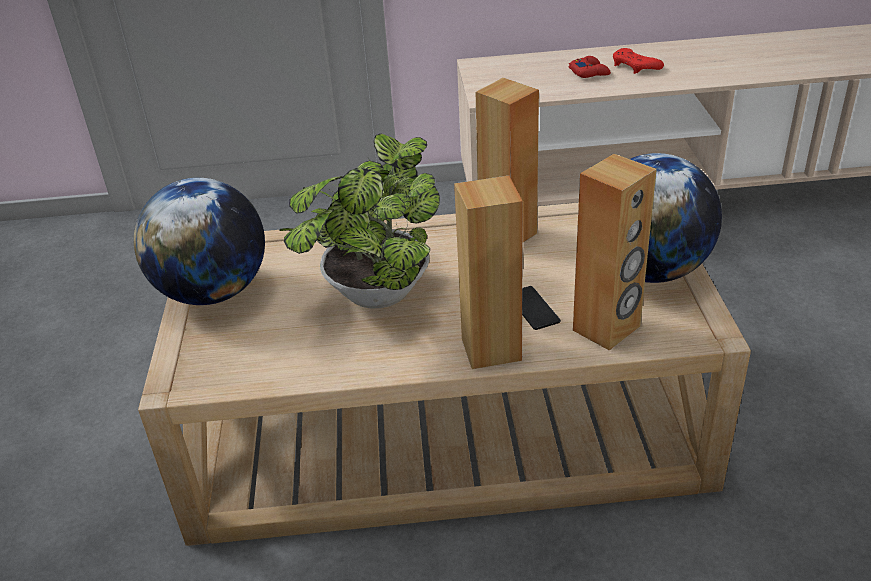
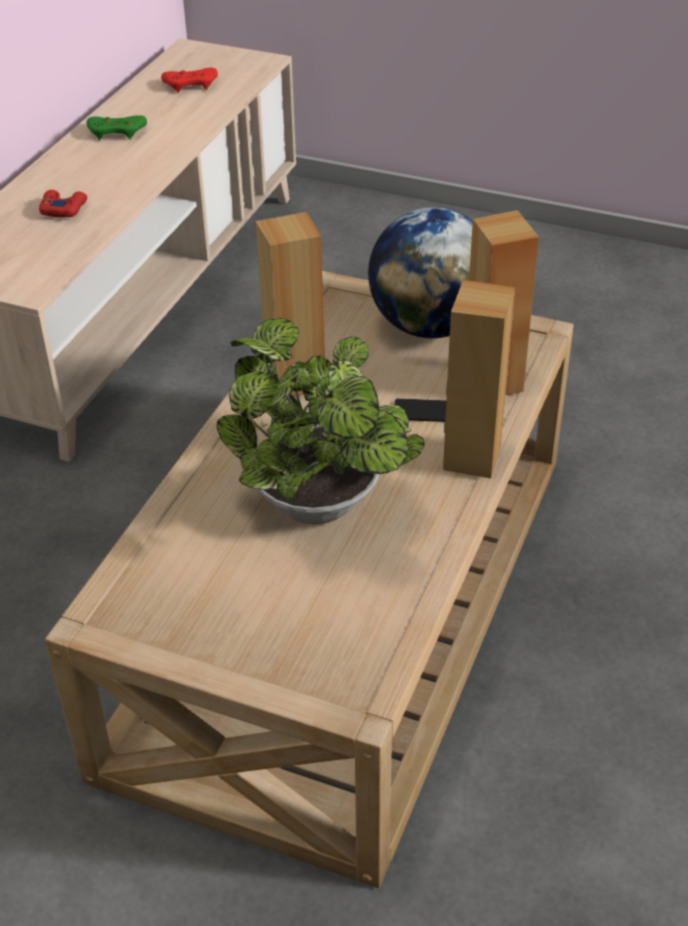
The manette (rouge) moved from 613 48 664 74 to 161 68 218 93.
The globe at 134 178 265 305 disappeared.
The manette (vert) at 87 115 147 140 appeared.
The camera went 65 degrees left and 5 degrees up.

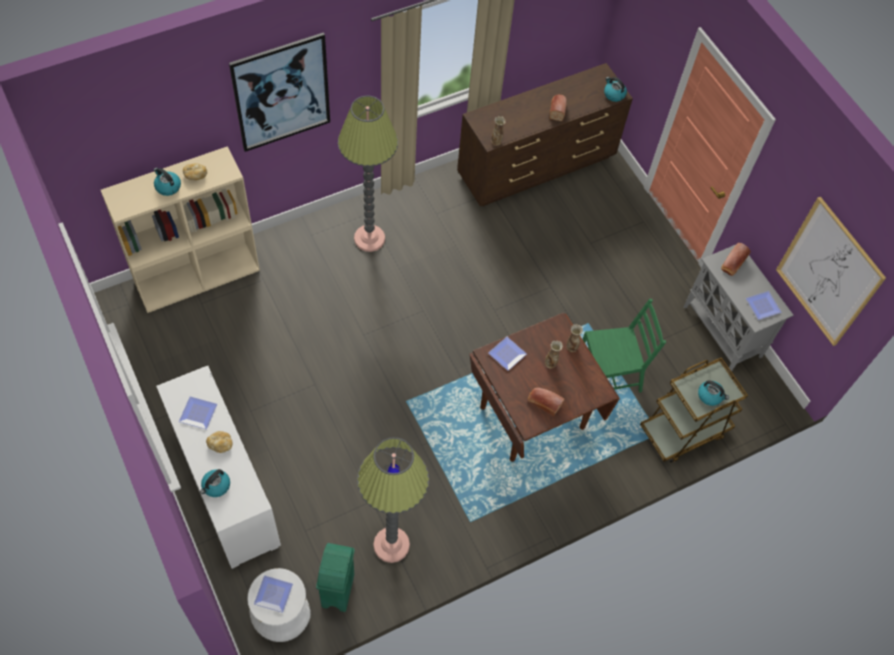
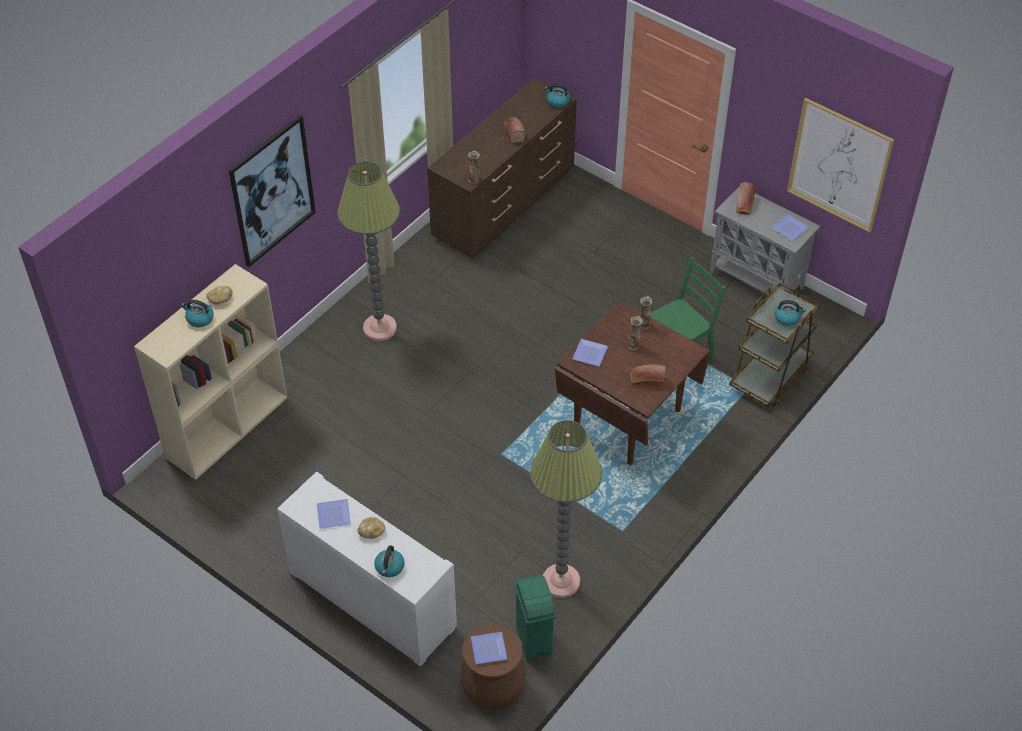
The tabouret (blanc) at 247 568 311 642 became the tabouret (marron) at 461 623 525 710.
The camera went 20 degrees left and 10 degrees down.

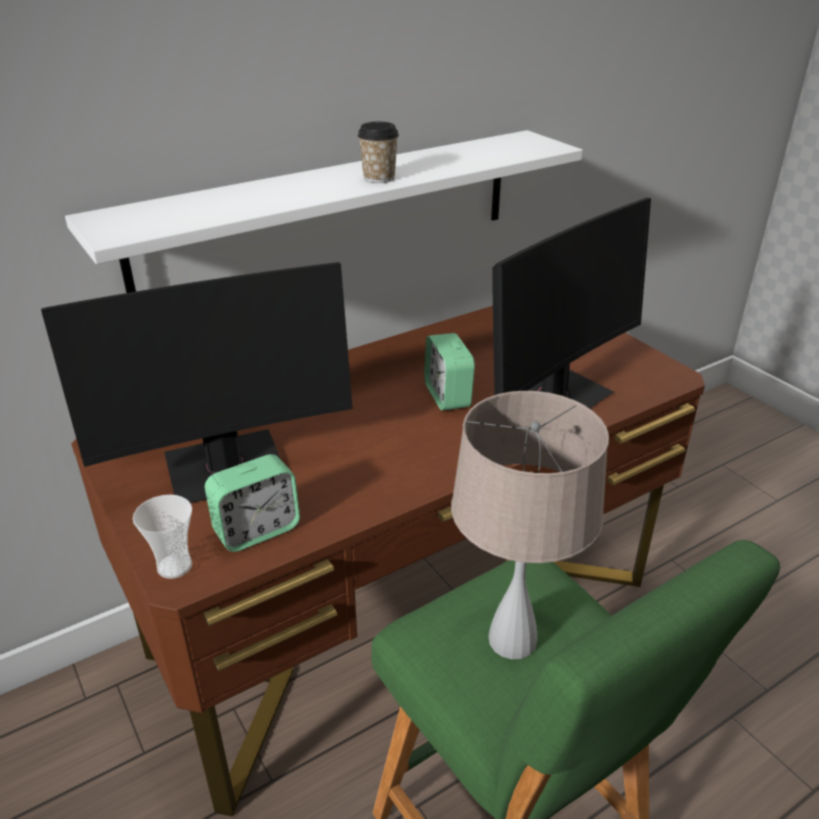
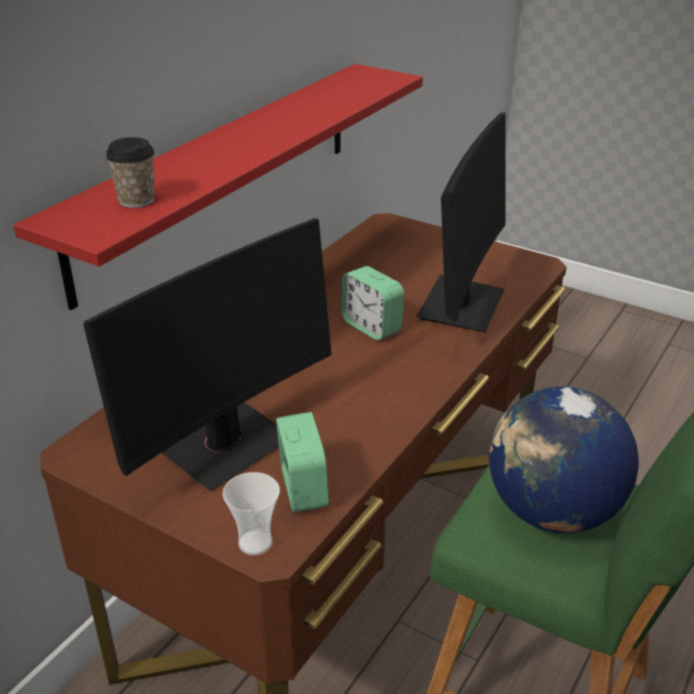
The tasse moved from 358 122 399 183 to 106 137 155 208.
The étagère (blanc) at 65 130 583 293 became the étagère (rouge) at 13 64 423 310.
The lampe de table (beige) at 451 391 609 659 was replaced by the globe at 489 387 639 533.
The réveil at 205 454 300 552 turned 45 degrees counterclockwise.
The camera went 25 degrees left and 0 degrees up.

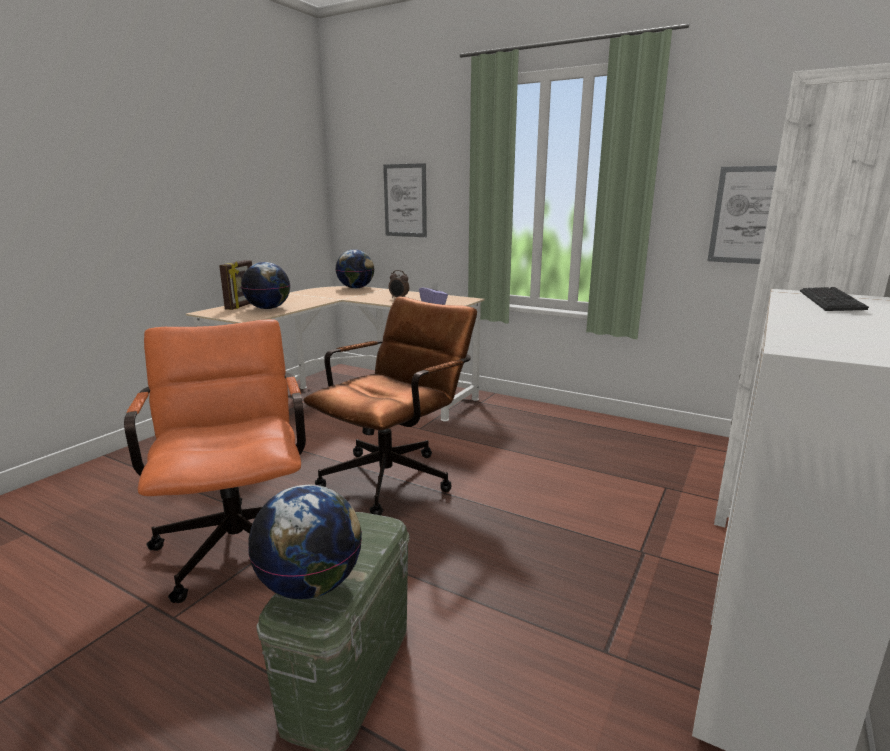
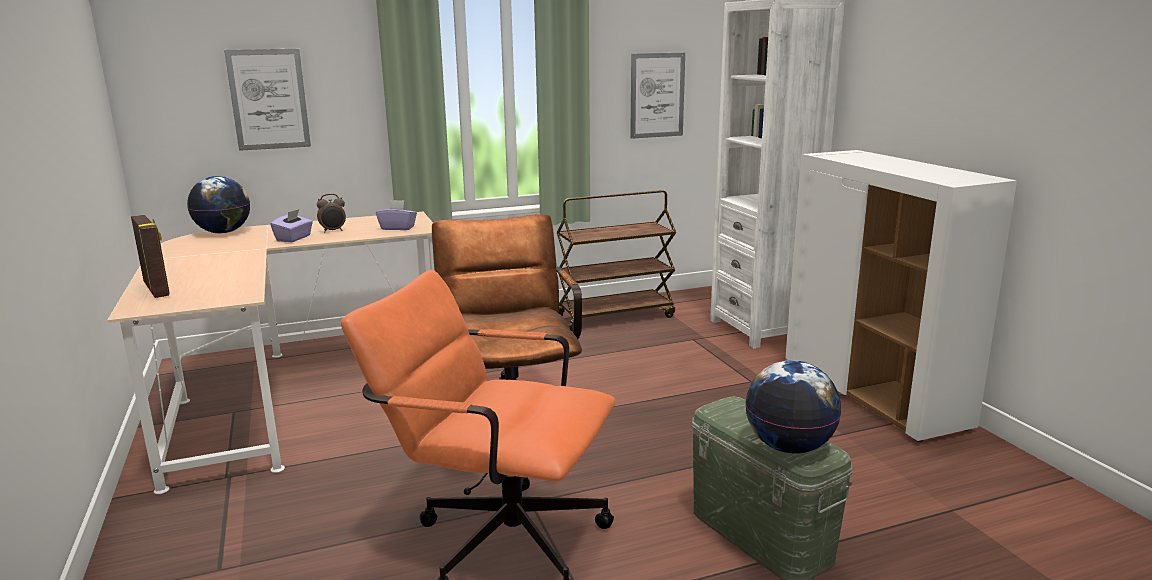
The globe at 241 262 290 309 disappeared.
The clavier at 800 287 869 311 disappeared.
The chariot (marron) at 557 190 676 332 appeared.
The boîte à mouchoirs (violet) at 270 209 313 242 appeared.
The camera went 50 degrees left and 0 degrees up.

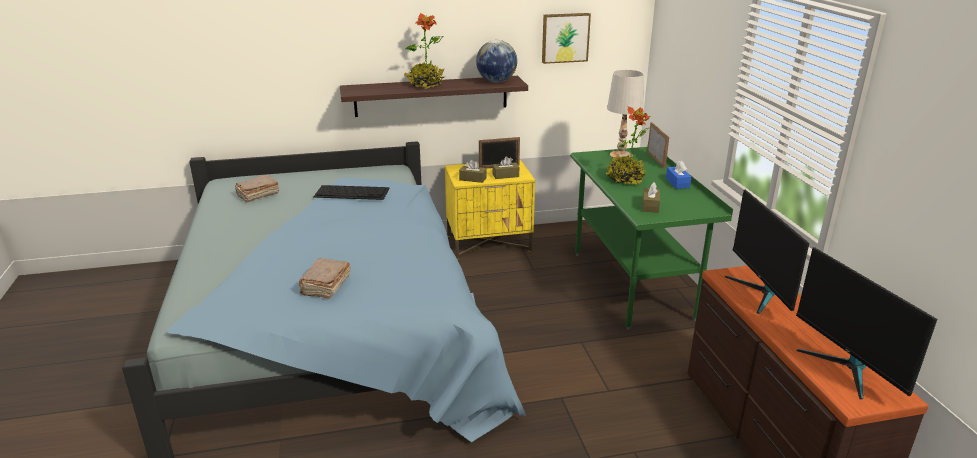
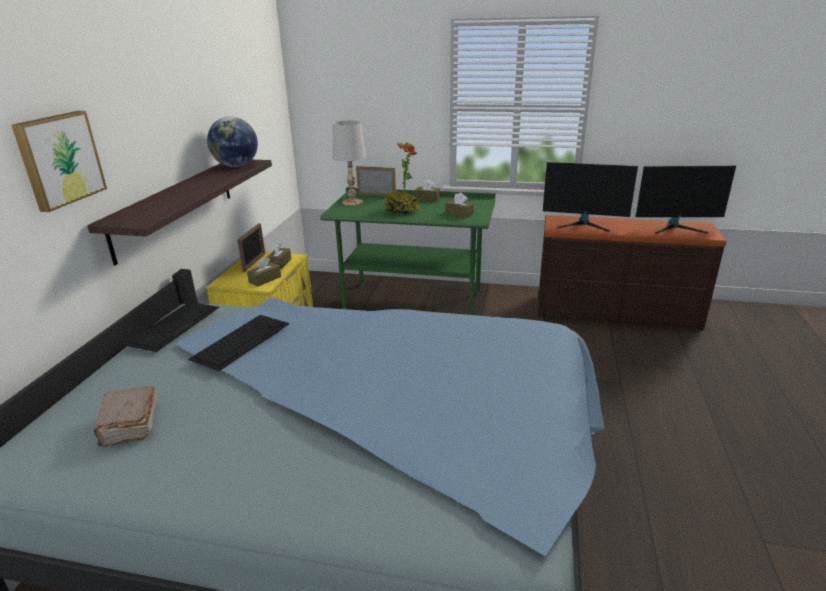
The plante en pot at 404 13 444 89 disappeared.
The tableau moved from 542 13 591 64 to 11 111 107 212.
The boîte à mouchoirs (bleu) at 666 161 691 189 became the boîte à mouchoirs (marron) at 415 179 440 202.
The livre (marron) at 299 258 350 299 disappeared.
The clavier at 124 302 219 352 appeared.
The camera went 65 degrees left and 0 degrees up.

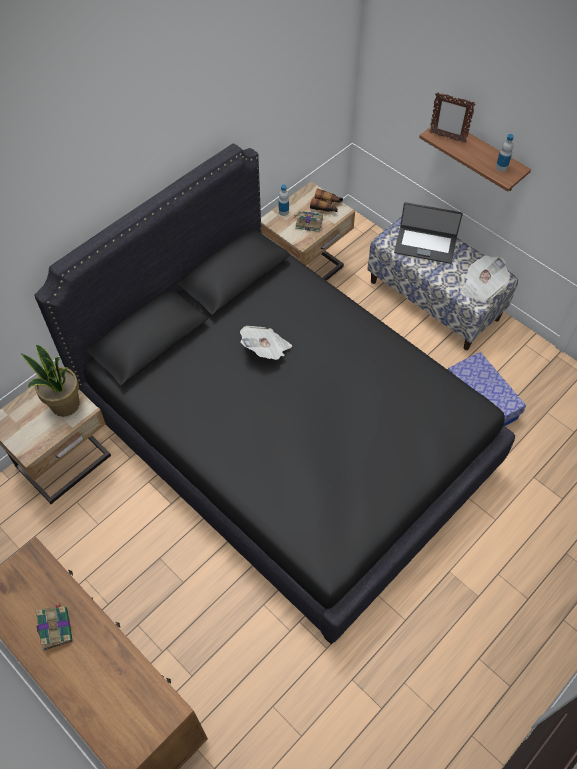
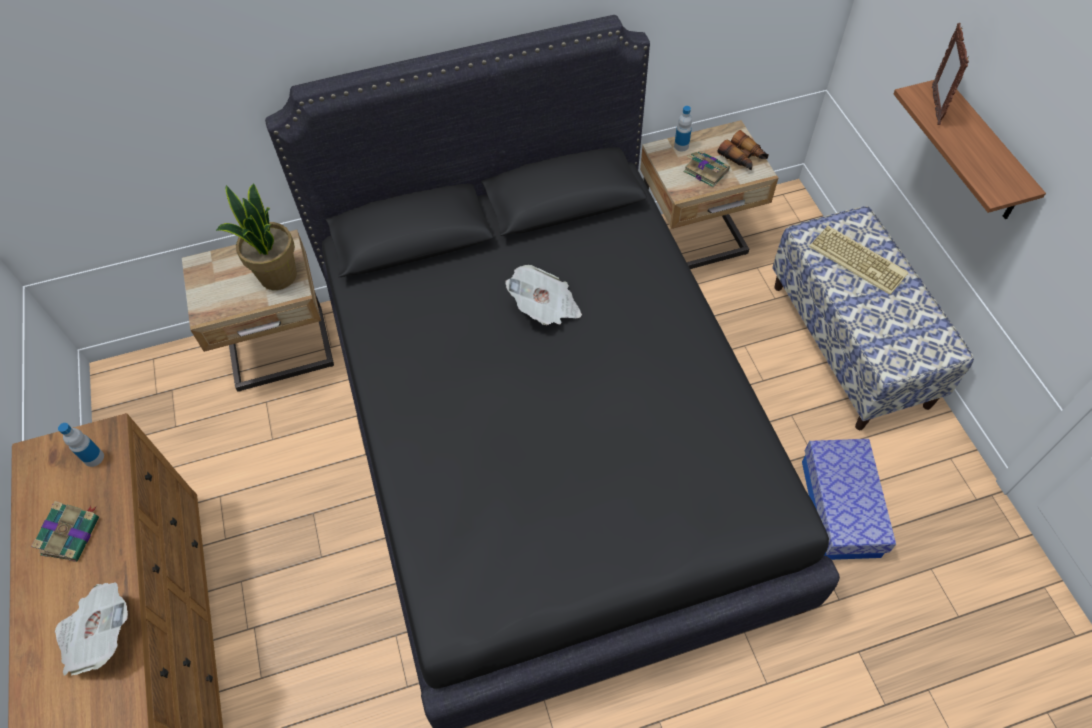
The cadre photo at 430 92 476 143 turned 45 degrees clockwise.
The bouteille moved from 496 134 514 172 to 58 423 104 467.
The ordinateur portable at 394 202 463 264 was replaced by the clavier at 809 226 909 295.
The journal moved from 460 255 510 303 to 55 582 128 676.
The camera went 30 degrees right and 0 degrees up.

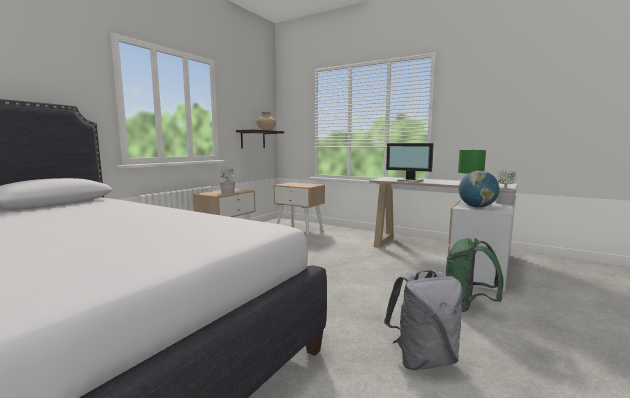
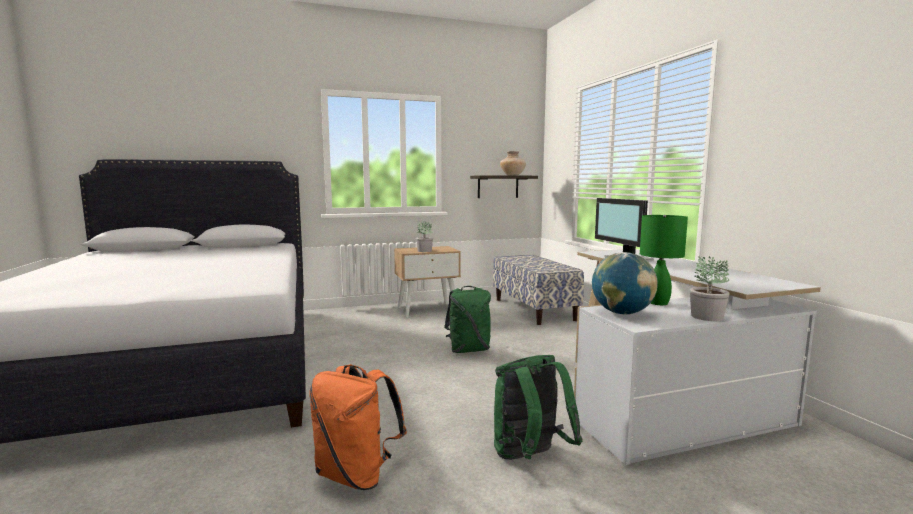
The table de chevet (beige) at 273 182 325 235 was replaced by the banc at 493 255 584 325.
The sac à dos (gris) at 384 270 463 370 became the sac à dos (orange) at 309 364 407 490.
The sac à dos (vert) at 444 286 491 353 appeared.
The camera went 40 degrees right and 0 degrees up.

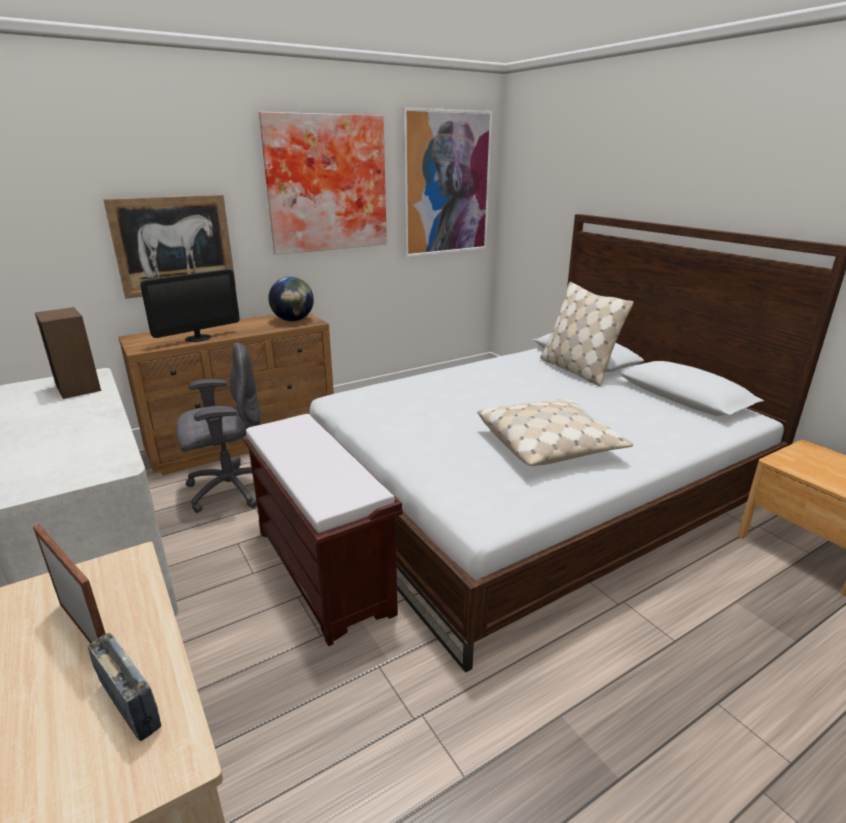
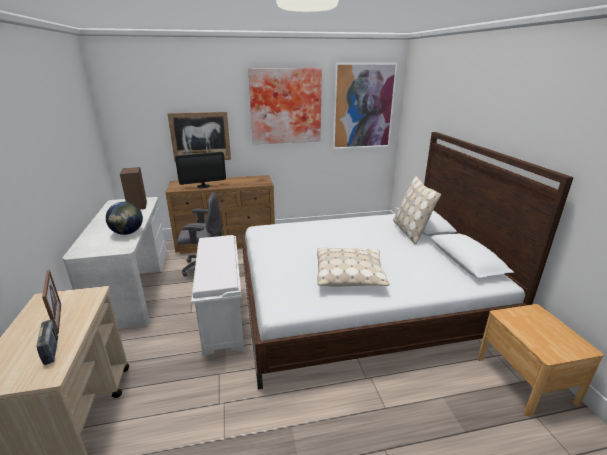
The globe moved from 269 277 314 321 to 106 202 143 235.
The banc (marron) at 242 414 403 646 became the banc (blanc) at 191 235 244 357.
The camera went 20 degrees right and 0 degrees up.

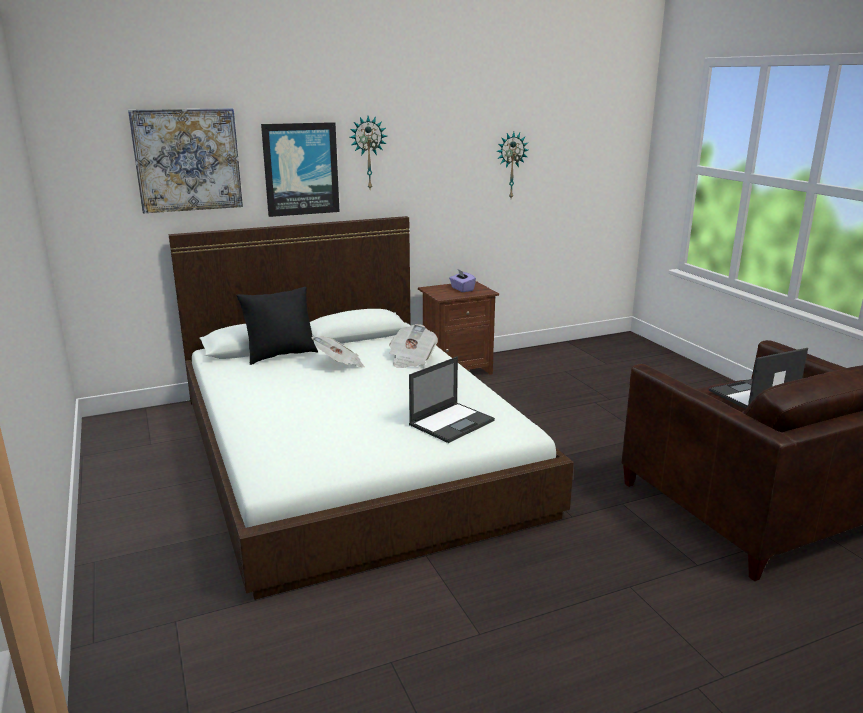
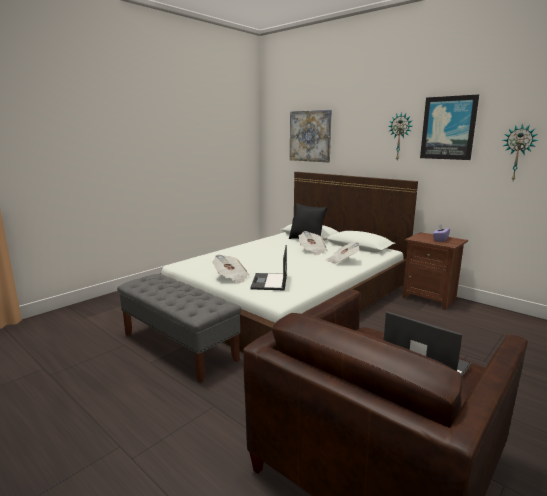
The tableau moved from 261 122 339 217 to 420 94 479 160.
The ordinateur portable at 409 357 495 443 turned 75 degrees clockwise.
The journal at 212 255 249 283 appeared.
The banc (gris) at 117 274 241 383 appeared.
The camera went 65 degrees right and 5 degrees down.

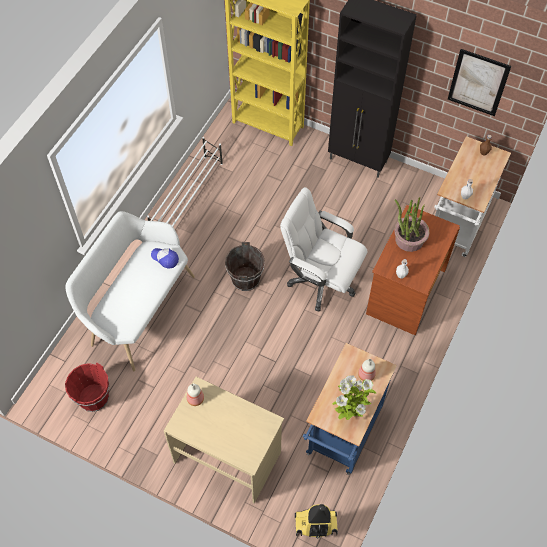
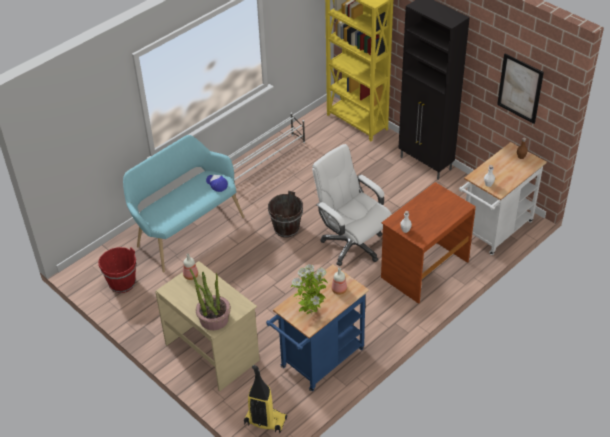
The plante en pot moved from 394 197 429 252 to 190 269 231 330.
The banc (blanc) at 65 211 195 371 became the banc (turquoise) at 123 135 244 272.
The camera went 20 degrees right and 15 degrees down.

